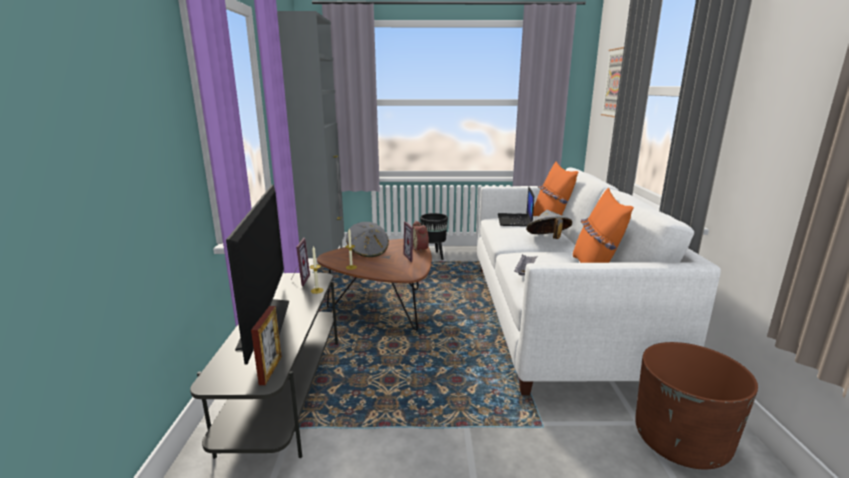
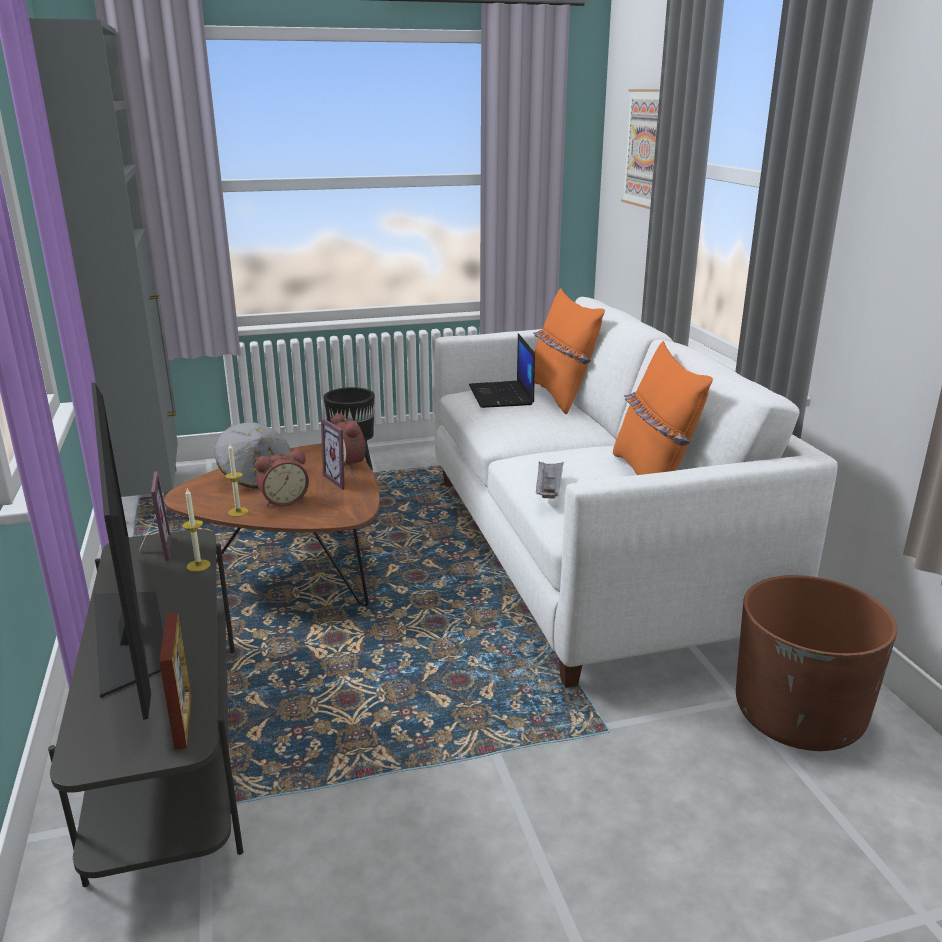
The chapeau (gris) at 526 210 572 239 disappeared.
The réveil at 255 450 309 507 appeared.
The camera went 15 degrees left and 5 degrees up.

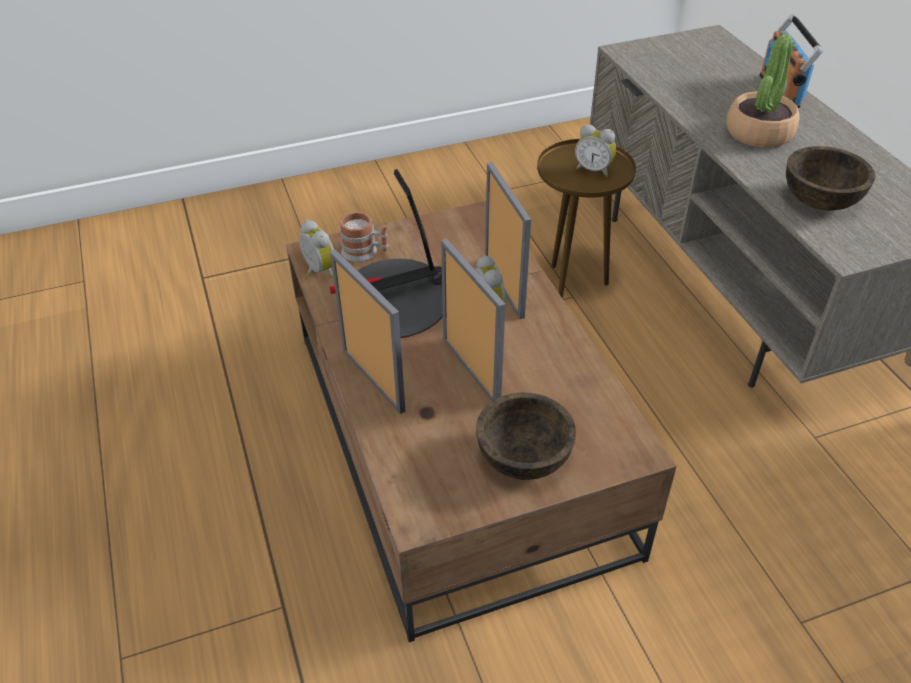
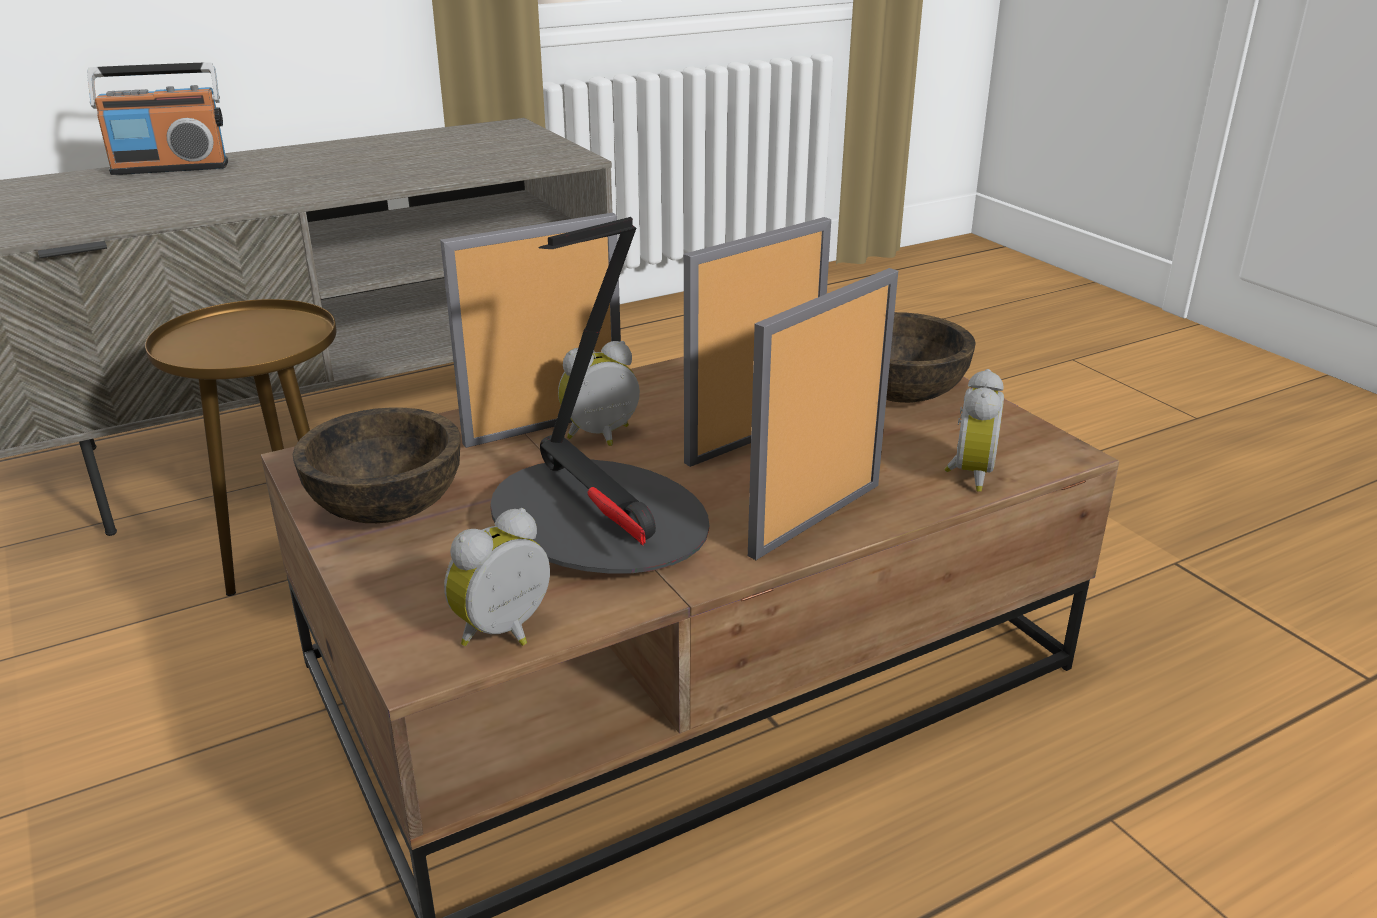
The plante en pot at 726 35 800 148 disappeared.
The réveil moved from 575 124 616 177 to 945 369 1004 492.
The bol (marron) moved from 786 146 876 210 to 293 407 461 523.
The mug at 340 212 388 262 disappeared.
The camera went 100 degrees left and 15 degrees down.

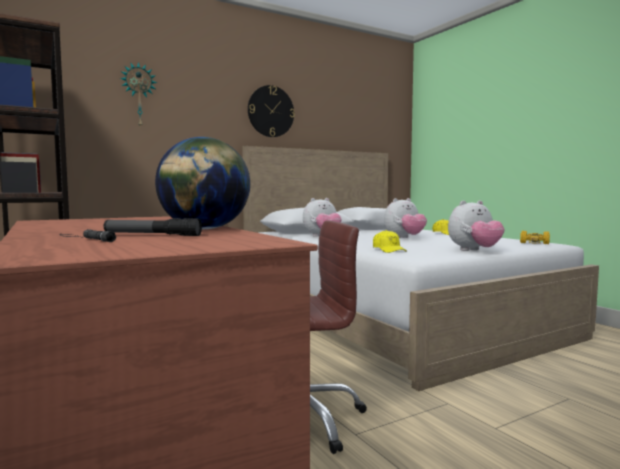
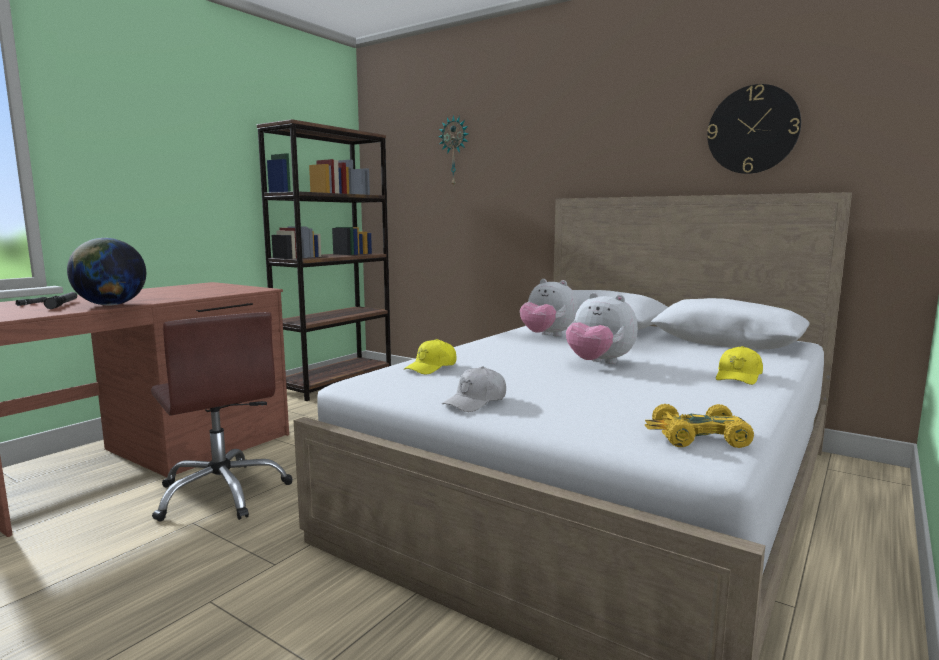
The horloge murale moved from 248 85 295 137 to 707 84 801 174.
The peluche at 448 200 505 251 was replaced by the casquette (blanc) at 442 366 506 412.
The camera went 65 degrees right and 5 degrees up.

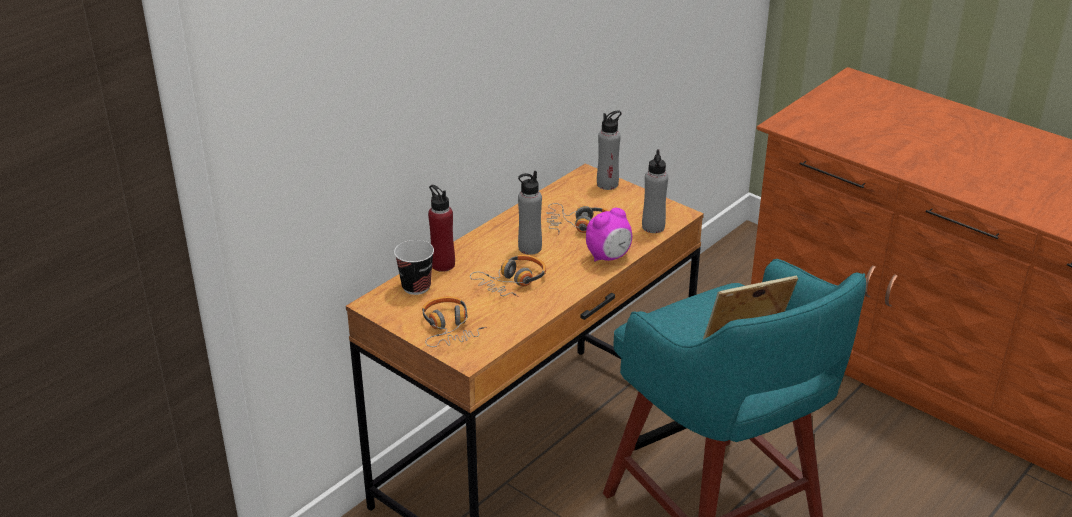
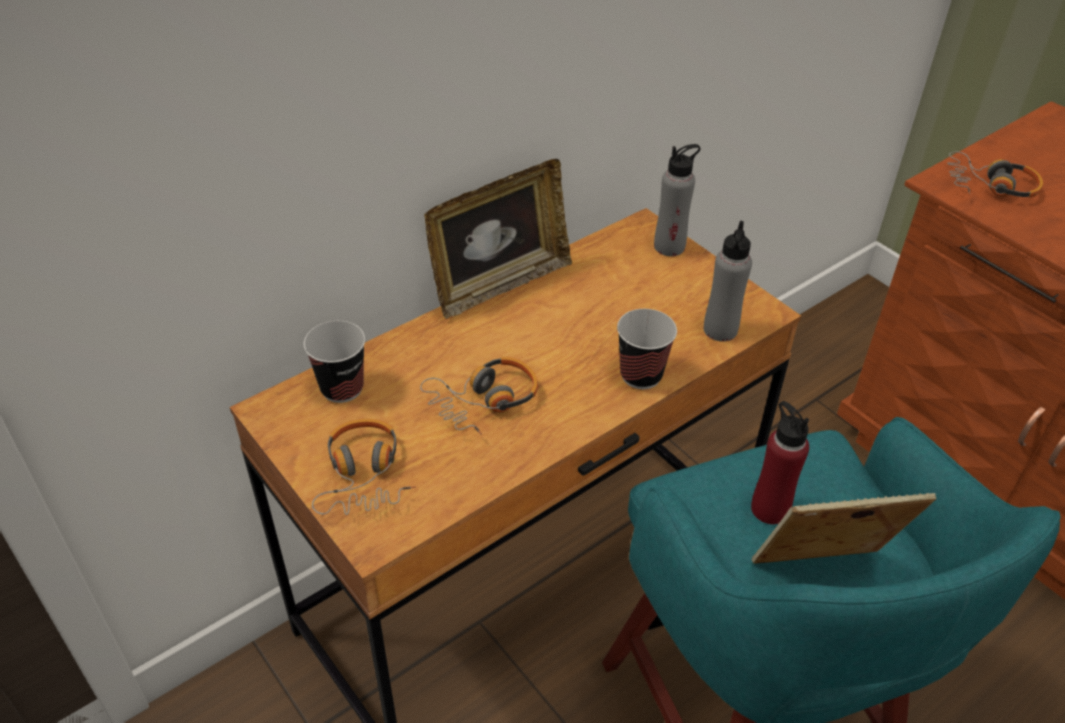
The bouteille (gris) at 518 171 542 255 disappeared.
The bouteille (rouge) moved from 428 185 455 272 to 751 401 809 524.
The casque audio moved from 546 203 609 234 to 947 152 1043 198.
The réveil at 586 208 632 262 was replaced by the tasse at 617 309 677 389.
The cadre photo at 424 159 572 319 appeared.
The camera went 10 degrees right and 10 degrees up.

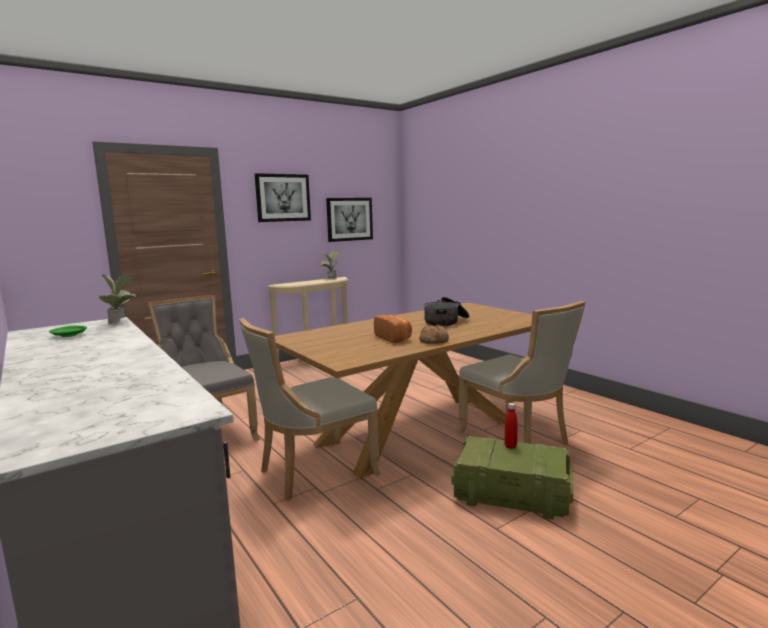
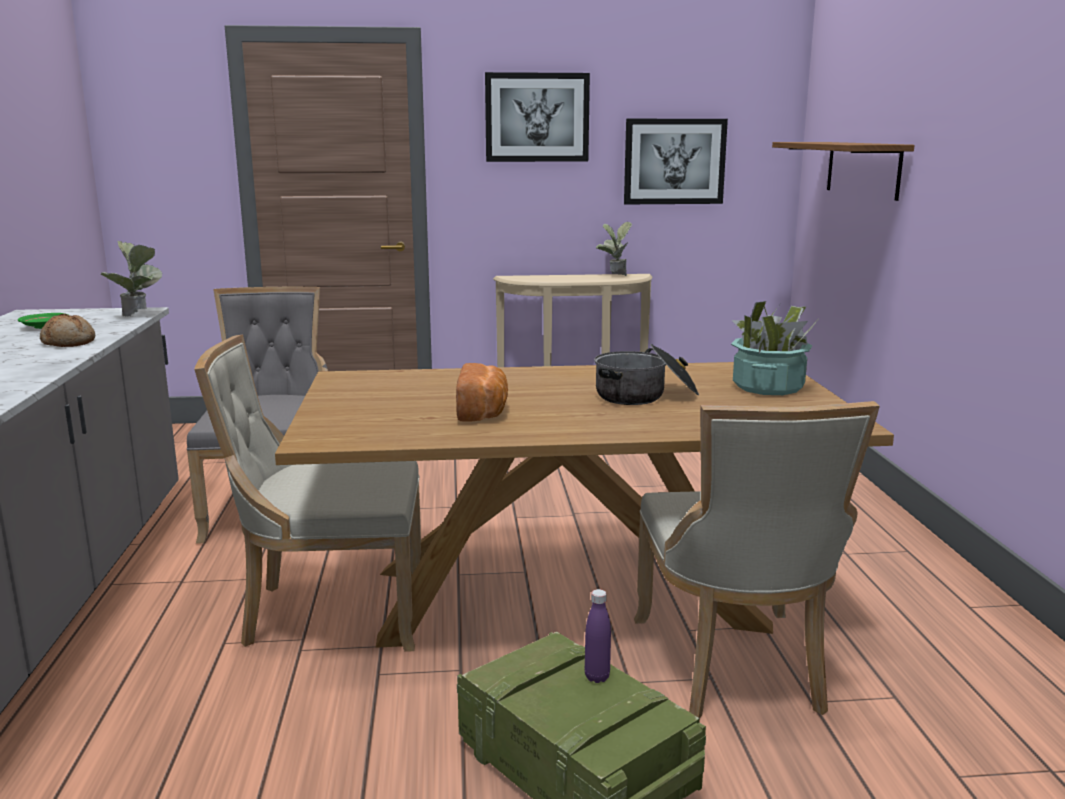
The pain moved from 419 325 449 344 to 40 314 95 347.
The bouteille (rouge) at 504 403 517 449 became the bouteille (violet) at 585 589 611 683.
The étagère at 772 142 915 201 appeared.
The plante en pot at 731 301 818 395 appeared.
The camera went 30 degrees right and 5 degrees up.

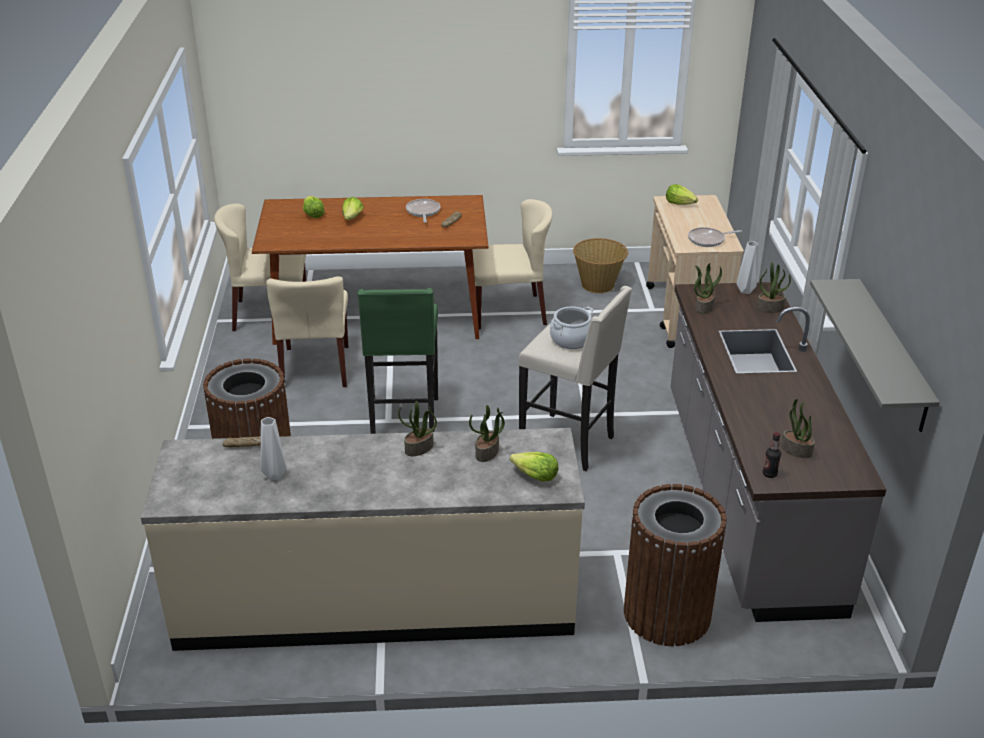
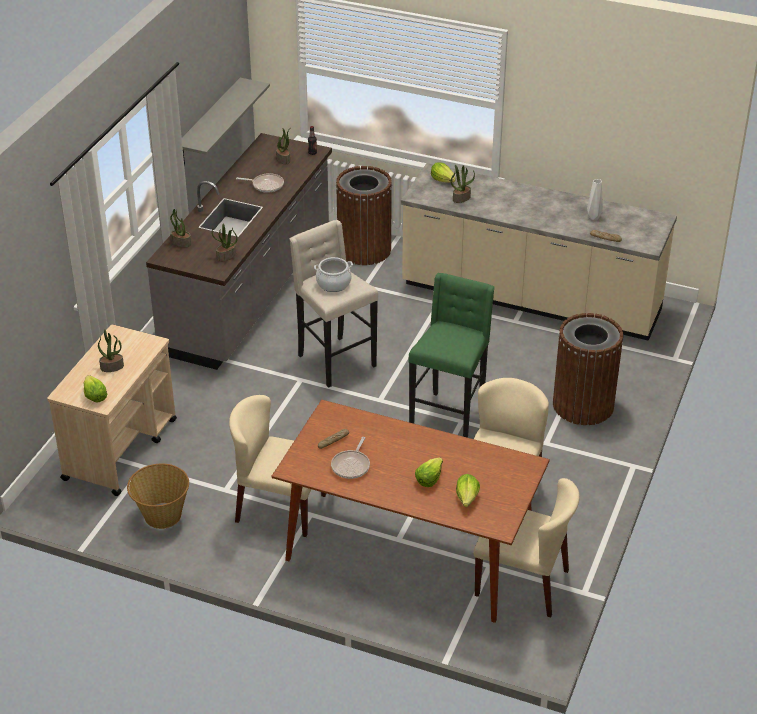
The poêle moved from 688 227 742 247 to 236 173 284 193.
The vase (blanc) at 737 241 759 294 disappeared.
The plante en pot moved from 398 401 437 456 to 98 330 124 372.
The camera went 155 degrees left and 5 degrees up.

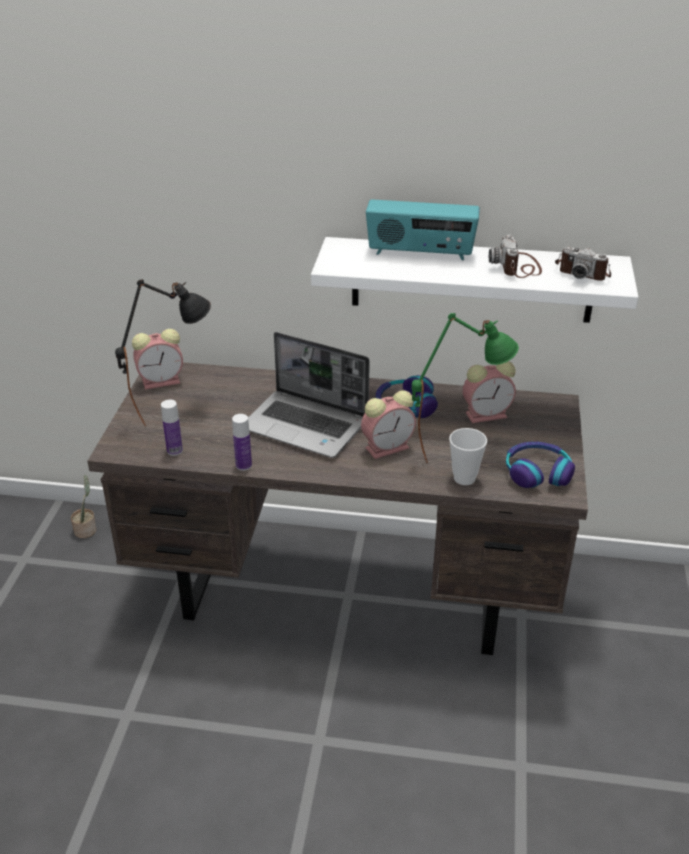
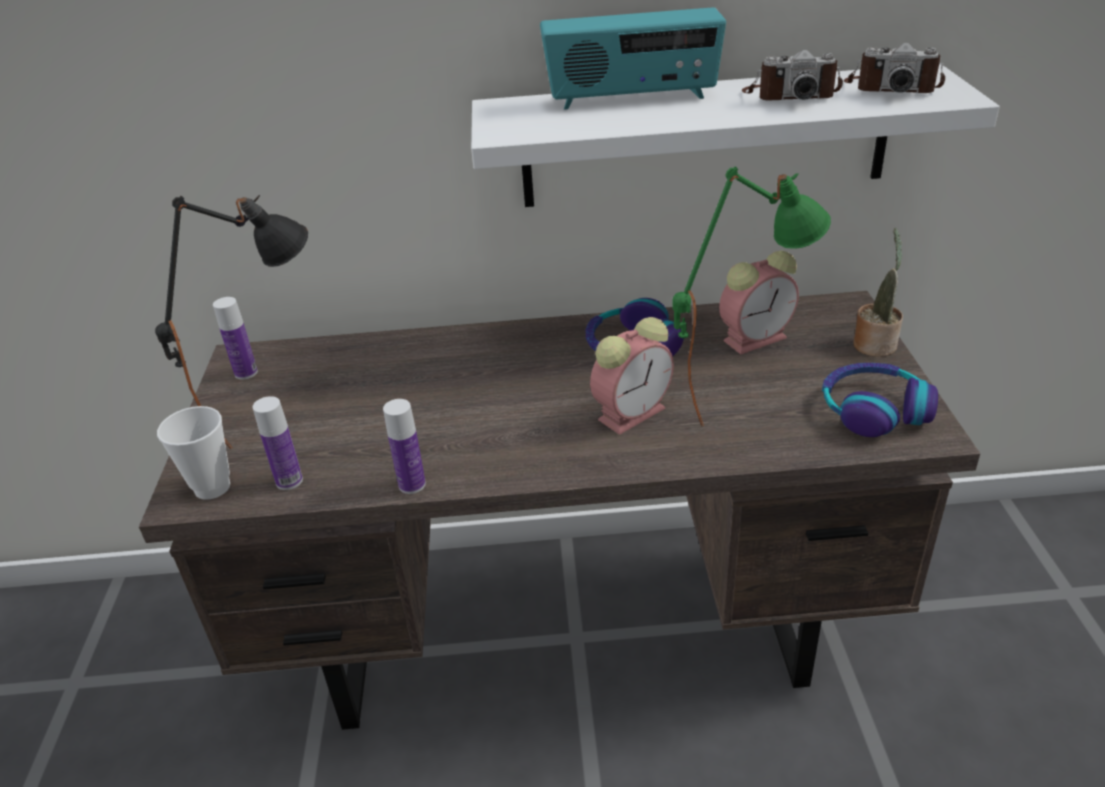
The appareil photo at 489 234 542 278 turned 75 degrees counterclockwise.
The réveil at 132 329 183 390 was replaced by the bouteille at 213 297 258 380.
The ordinateur portable at 248 332 370 458 disappeared.
The tasse moved from 449 428 487 485 to 157 406 230 500.
The plante en pot moved from 71 475 97 538 to 853 228 903 357.
The camera went 10 degrees left and 0 degrees up.

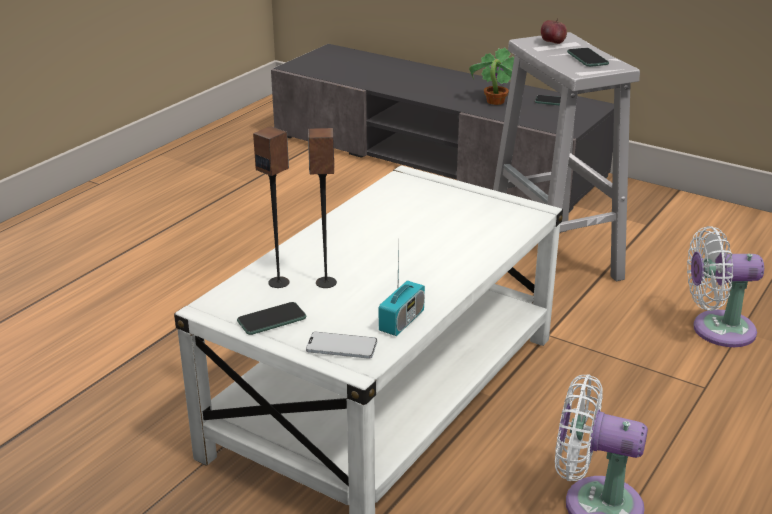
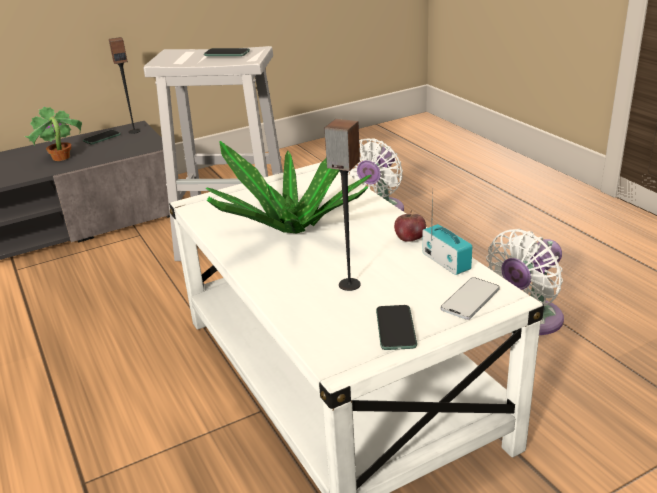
The pomme moved from 541 18 567 44 to 394 210 426 242.
The enceinte moved from 253 126 289 288 to 109 37 140 134.
The plante en pot at 206 141 372 234 appeared.
The camera went 60 degrees left and 0 degrees up.

